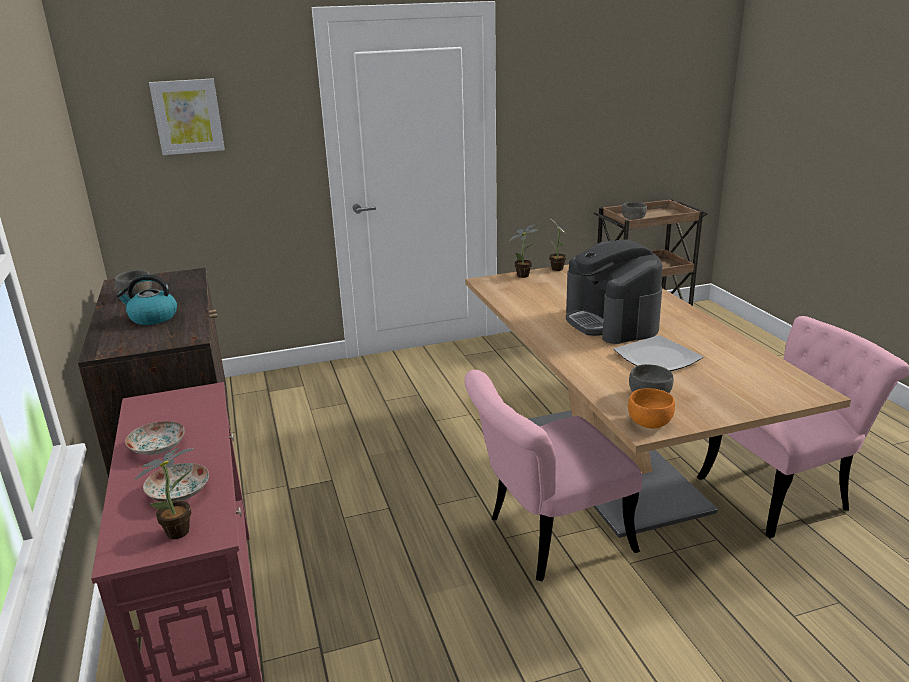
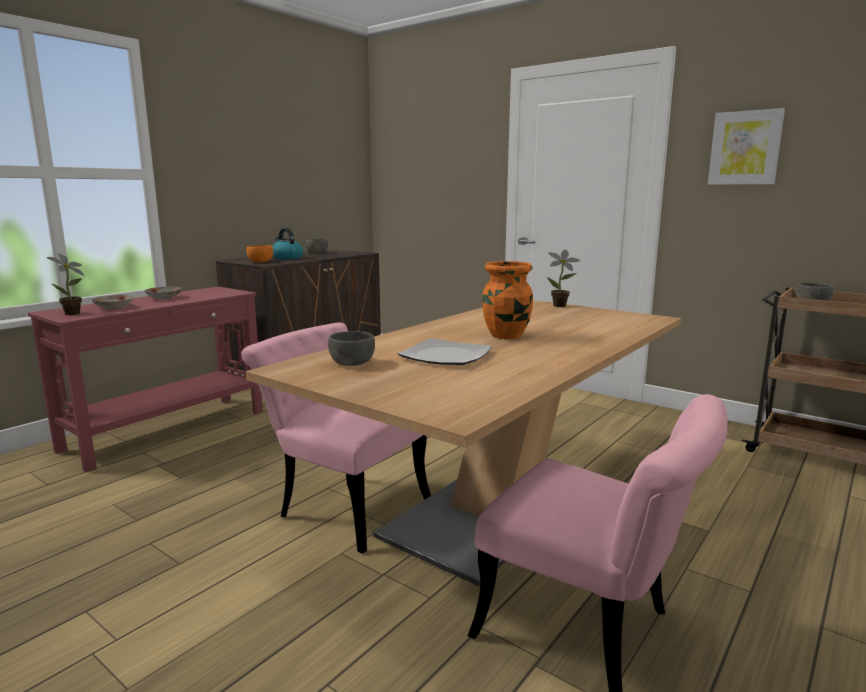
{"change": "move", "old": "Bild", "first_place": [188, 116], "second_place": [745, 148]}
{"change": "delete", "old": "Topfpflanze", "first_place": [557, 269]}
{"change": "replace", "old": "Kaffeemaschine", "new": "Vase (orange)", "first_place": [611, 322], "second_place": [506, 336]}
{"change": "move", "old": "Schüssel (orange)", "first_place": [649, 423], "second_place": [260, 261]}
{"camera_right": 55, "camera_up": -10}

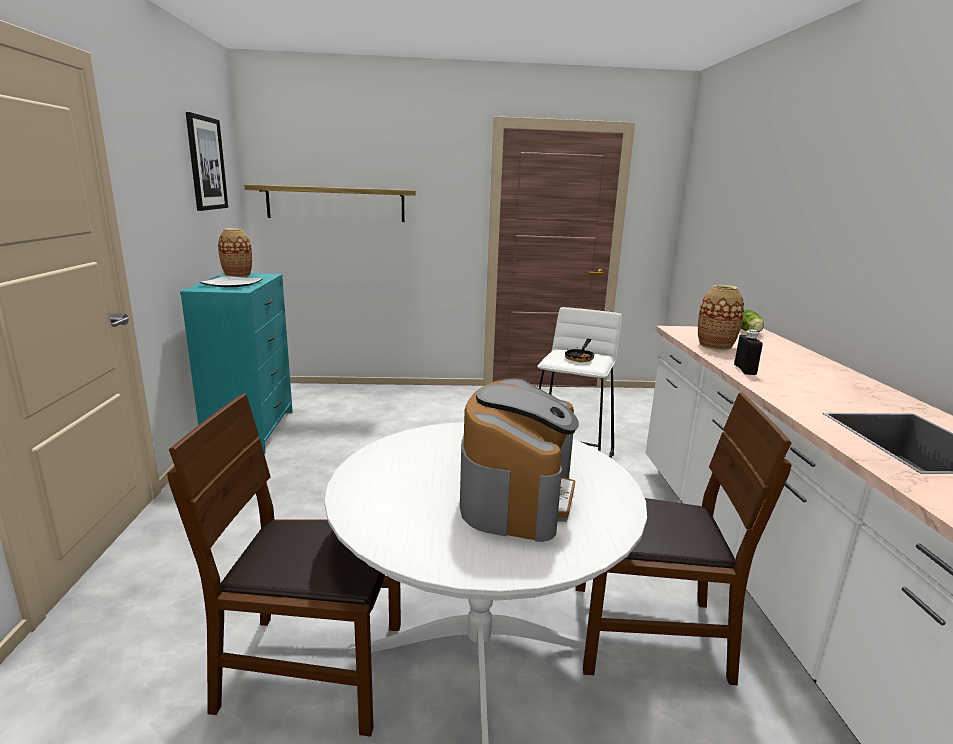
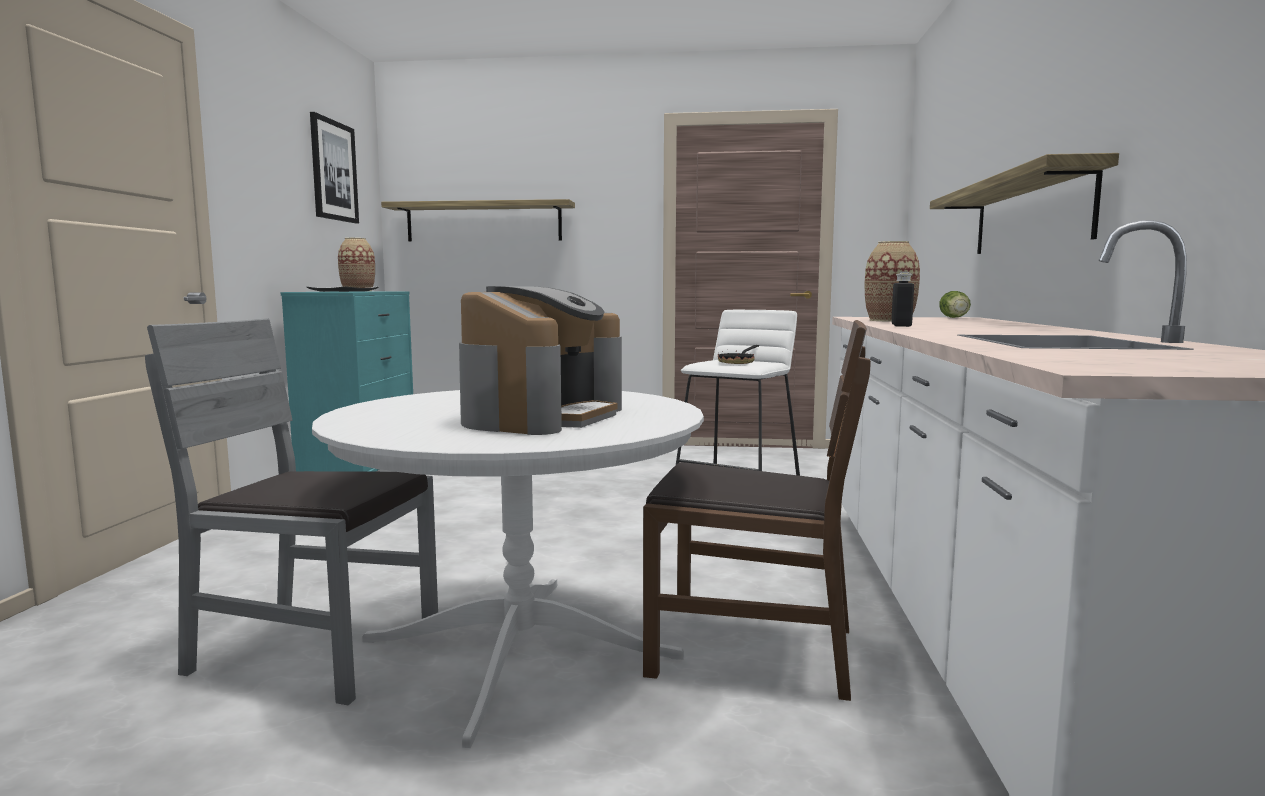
{"change": "recolor", "old": "Stuhl (braun)", "new": "Stuhl (grau)", "first_place": [313, 668], "second_place": [316, 650]}
{"change": "insert", "new": "Wandregal", "second_place": [1029, 215]}
{"camera_right": 10, "camera_up": -10}

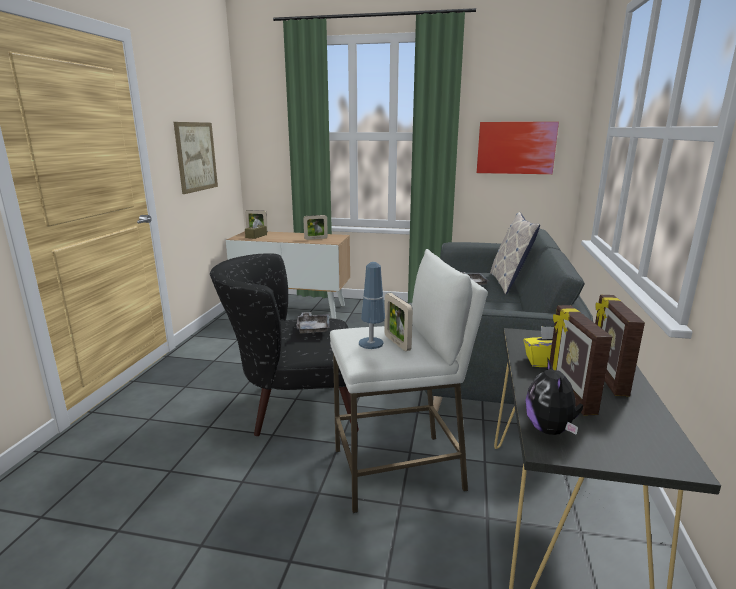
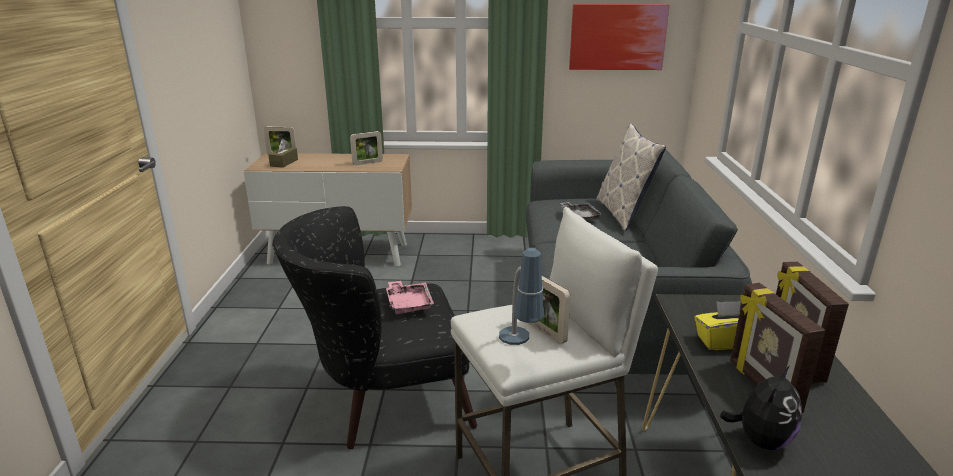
{"change": "delete", "old": "Bild", "first_place": [196, 156]}
{"change": "recolor", "old": "Tablett (grau)", "new": "Tablett (rosa)", "first_place": [313, 328], "second_place": [408, 303]}
{"change": "rotate", "old": "Plüschtier", "first_place": [550, 430], "second_place": [760, 440], "degrees": -135}
{"camera_right": -10, "camera_up": 5}

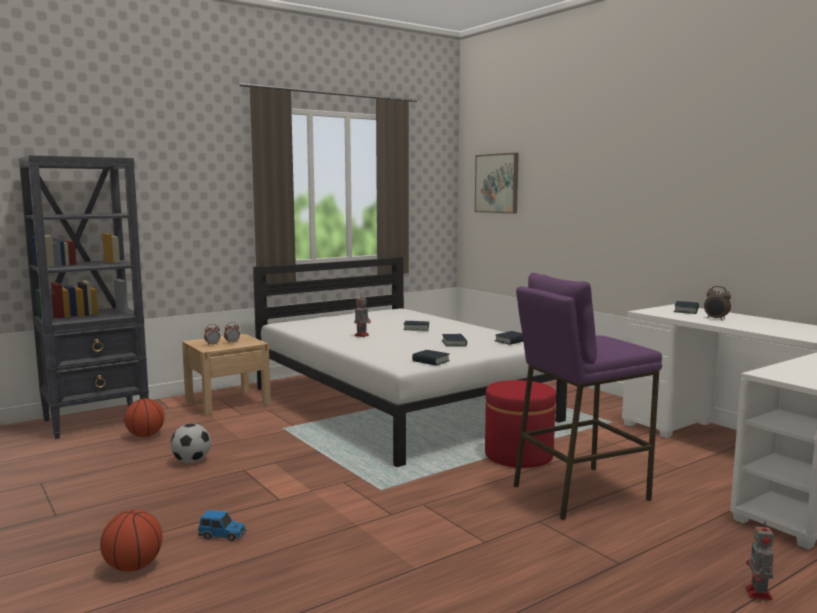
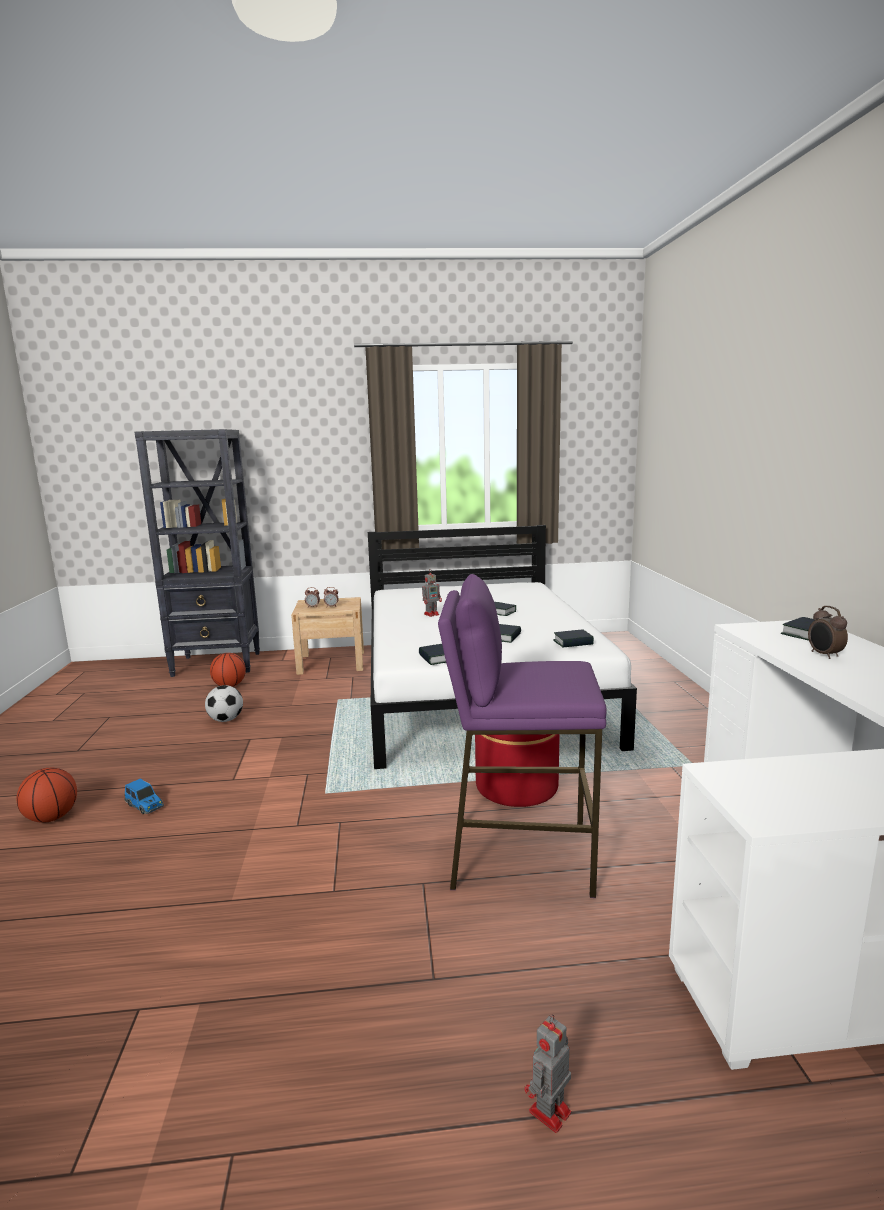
{"change": "delete", "old": "Bild", "first_place": [497, 183]}
{"camera_right": 30, "camera_up": 5}

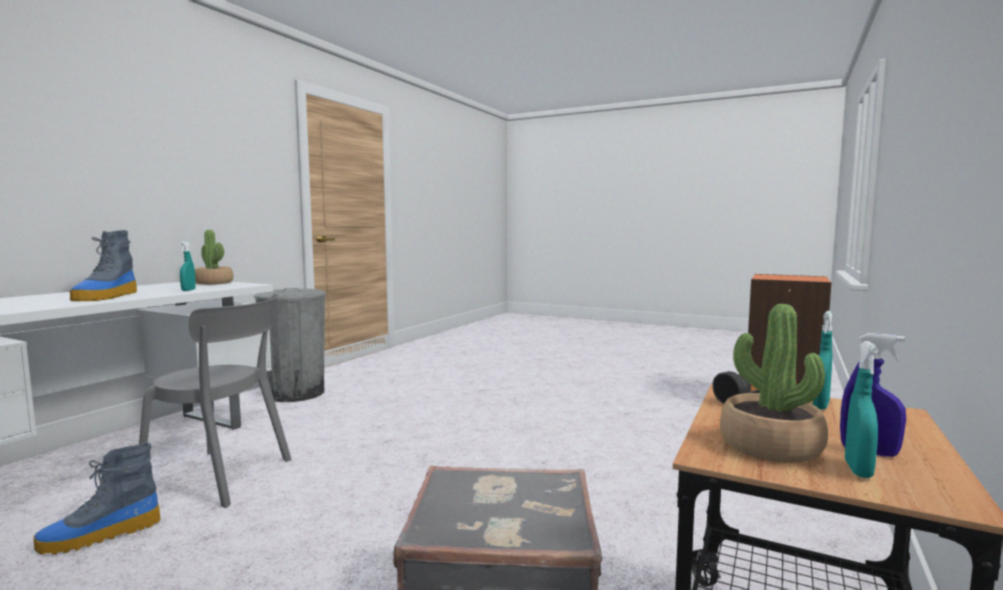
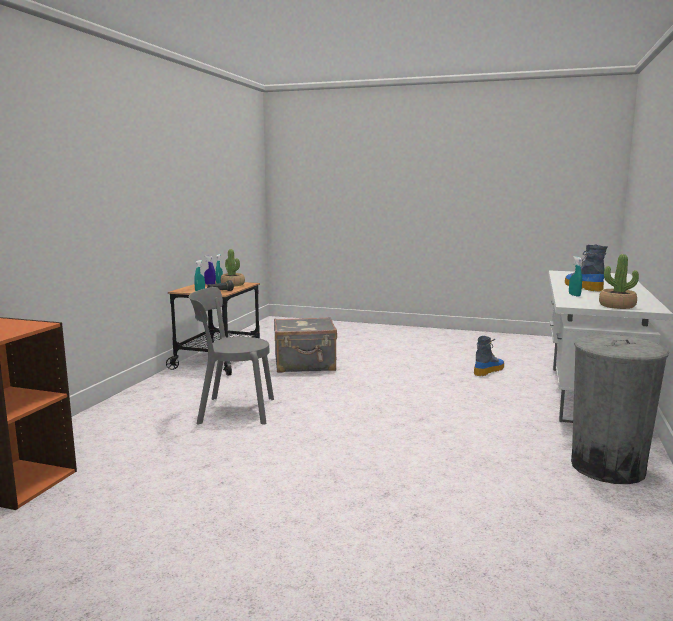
{"change": "move", "old": "Stuhl (grau)", "first_place": [224, 477], "second_place": [232, 411]}
{"camera_right": 170, "camera_up": 5}

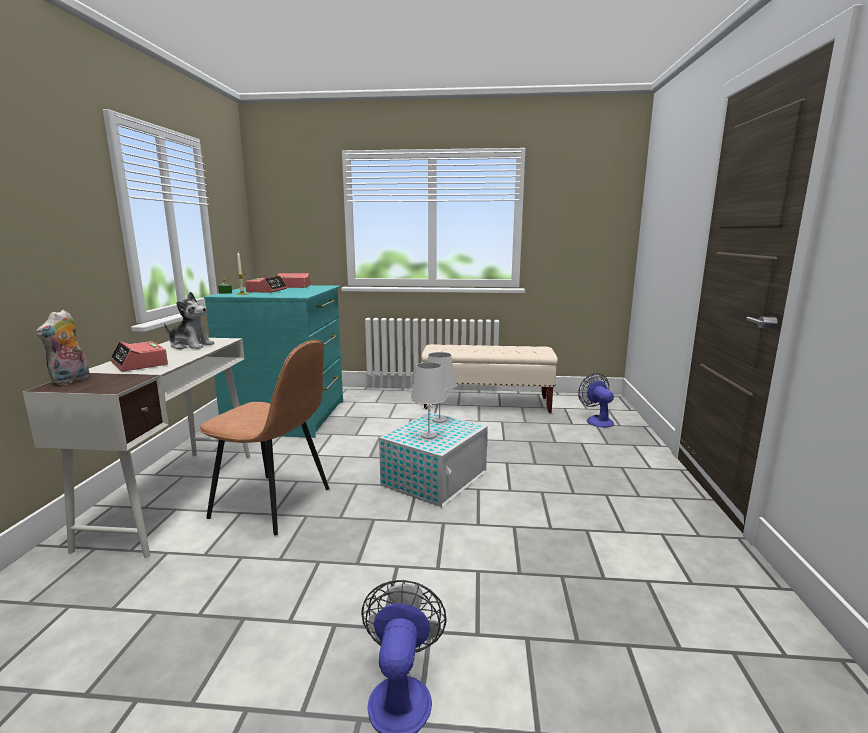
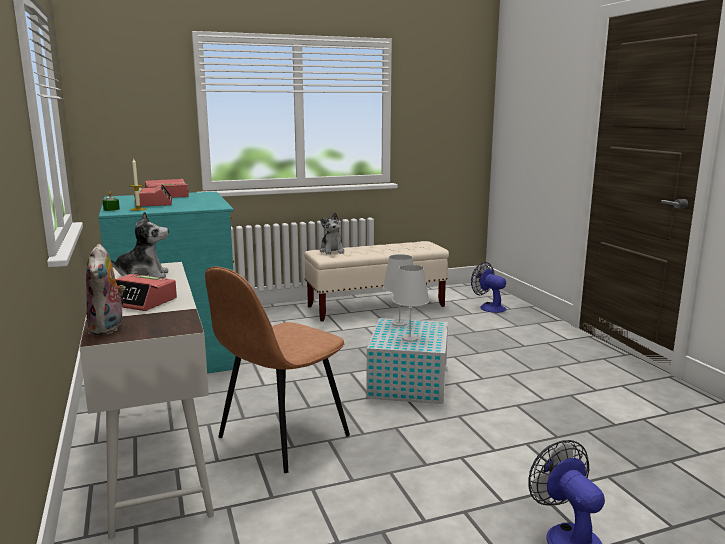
{"change": "rotate", "old": "Stuhl (braun)", "first_place": [273, 504], "second_place": [281, 438], "degrees": 135}
{"change": "insert", "new": "Plüschtier", "second_place": [332, 251]}
{"camera_right": -25, "camera_up": 0}

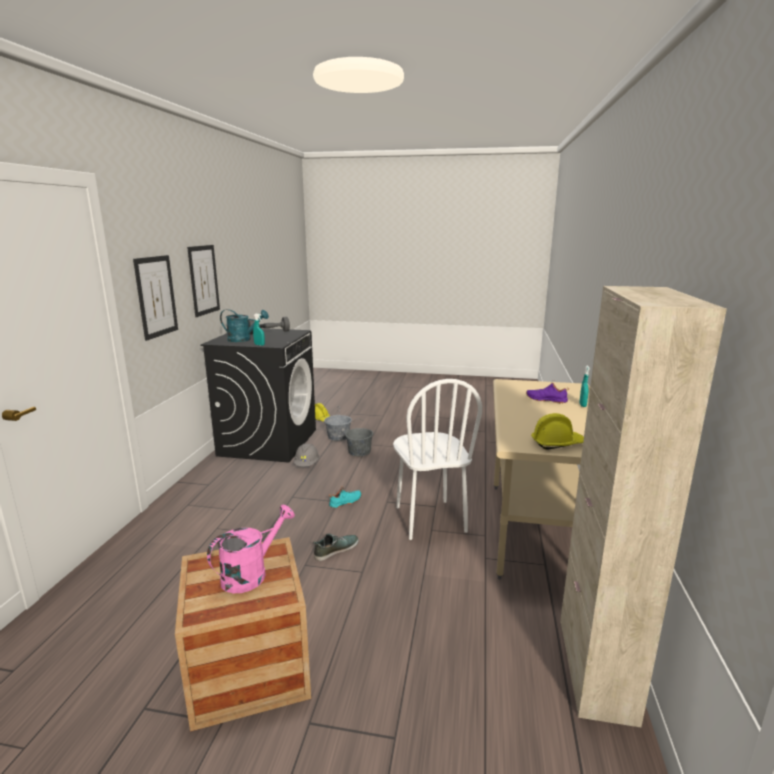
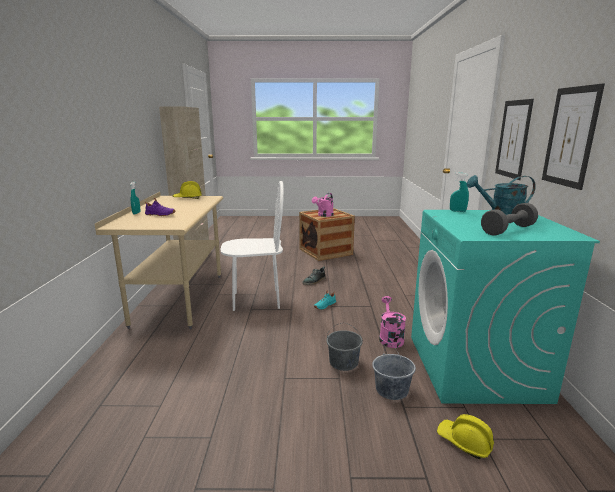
{"change": "recolor", "old": "Waschmaschine (schwarz)", "new": "Waschmaschine (türkis)", "first_place": [268, 442], "second_place": [475, 367]}
{"change": "replace", "old": "Schutzhelm (grau)", "new": "Gießkanne (rosa)", "first_place": [307, 464], "second_place": [390, 337]}
{"change": "rotate", "old": "Stuhl (weiß)", "first_place": [429, 519], "second_place": [256, 300], "degrees": 105}
{"camera_right": 170, "camera_up": 0}

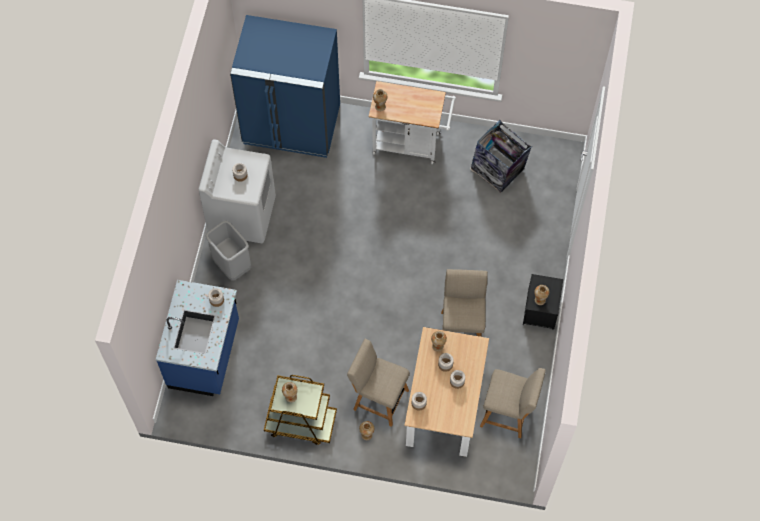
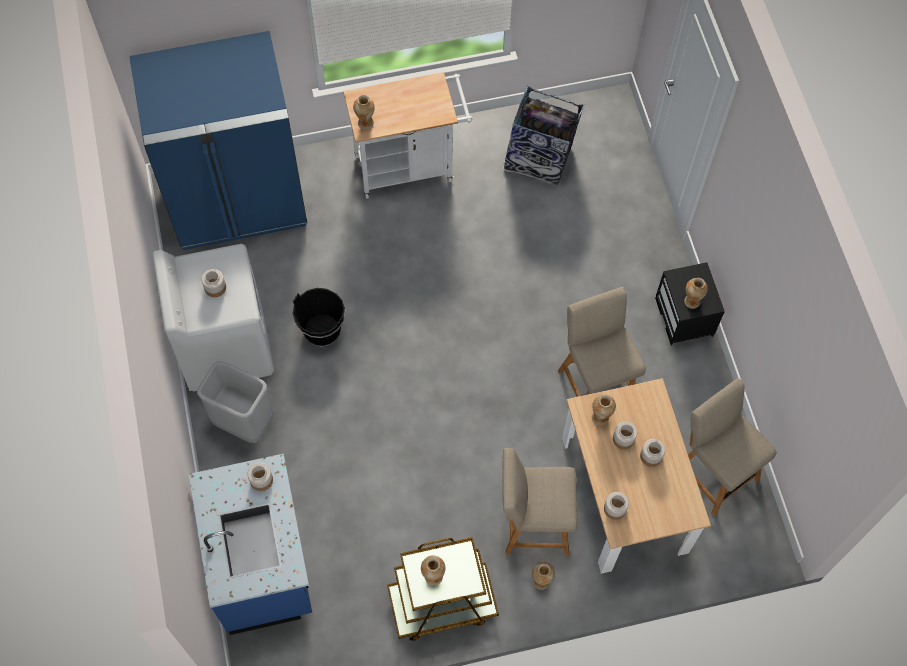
{"change": "rotate", "old": "Stuhl (beige)", "first_place": [508, 414], "second_place": [713, 471], "degrees": -120}
{"change": "insert", "new": "Eimer (schwarz)", "second_place": [322, 331]}
{"camera_right": -25, "camera_up": 0}

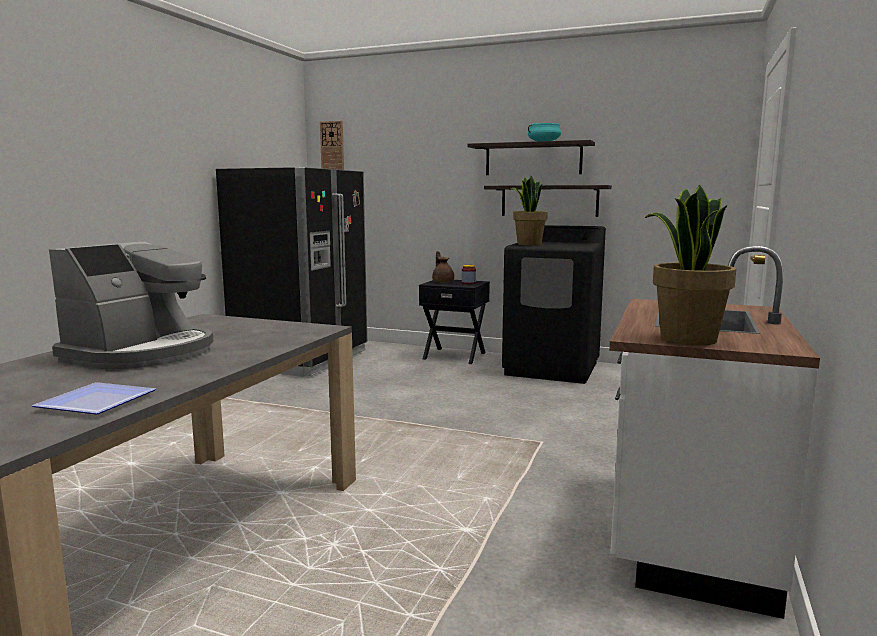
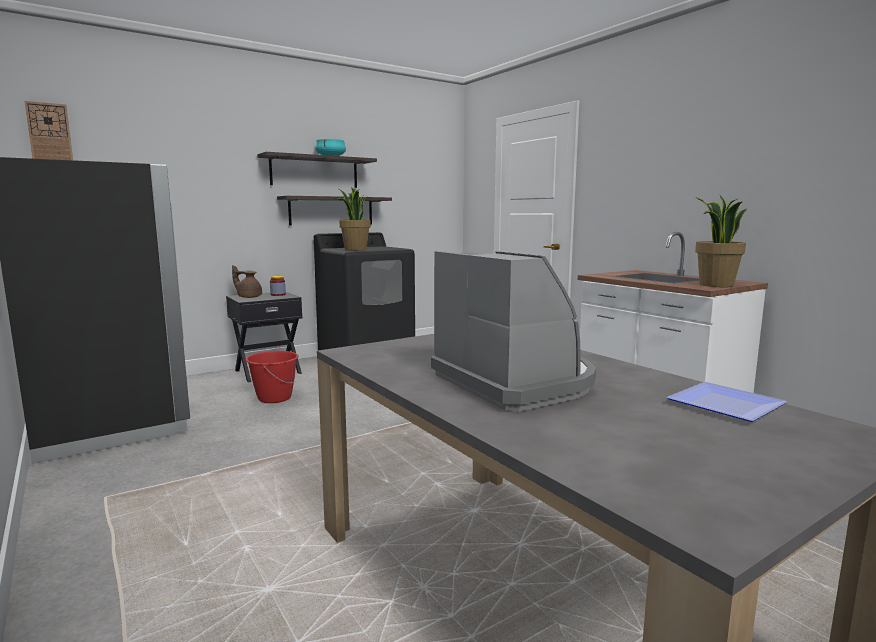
{"change": "insert", "new": "Eimer (rot)", "second_place": [274, 398]}
{"camera_right": -55, "camera_up": 0}

